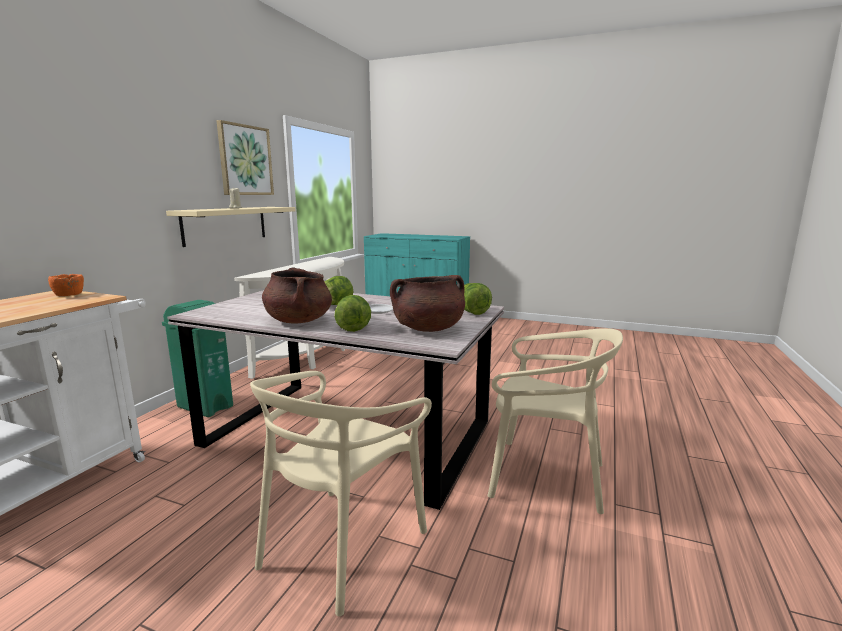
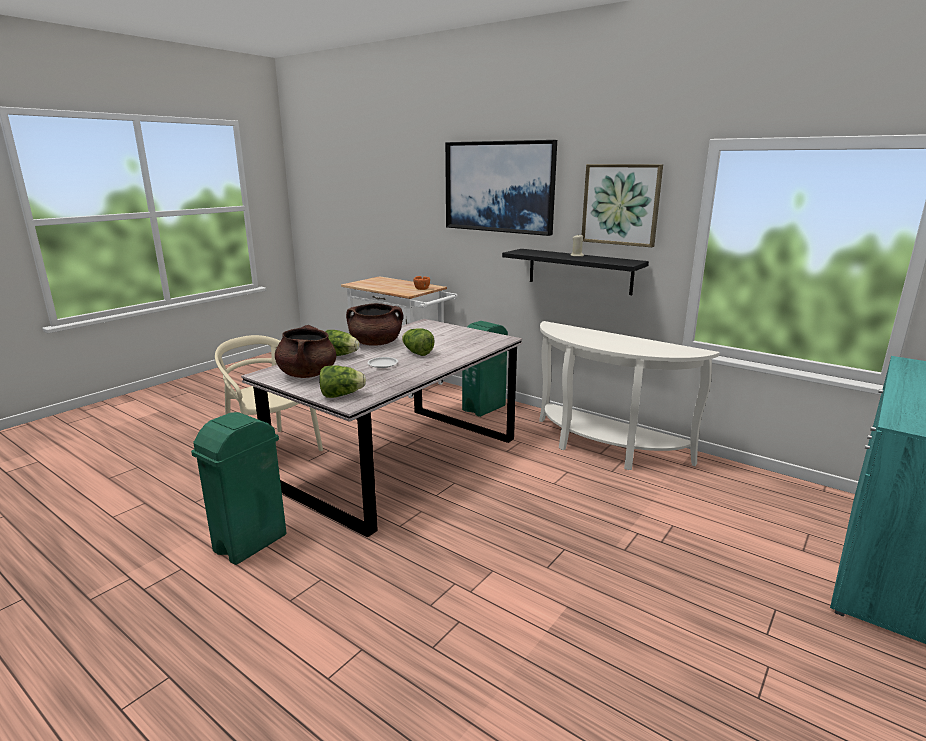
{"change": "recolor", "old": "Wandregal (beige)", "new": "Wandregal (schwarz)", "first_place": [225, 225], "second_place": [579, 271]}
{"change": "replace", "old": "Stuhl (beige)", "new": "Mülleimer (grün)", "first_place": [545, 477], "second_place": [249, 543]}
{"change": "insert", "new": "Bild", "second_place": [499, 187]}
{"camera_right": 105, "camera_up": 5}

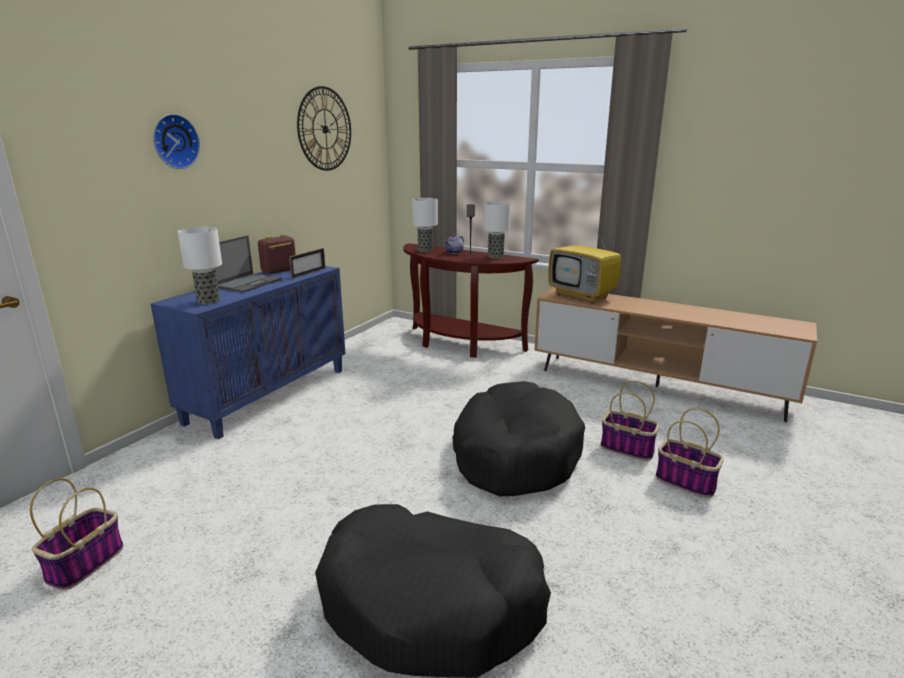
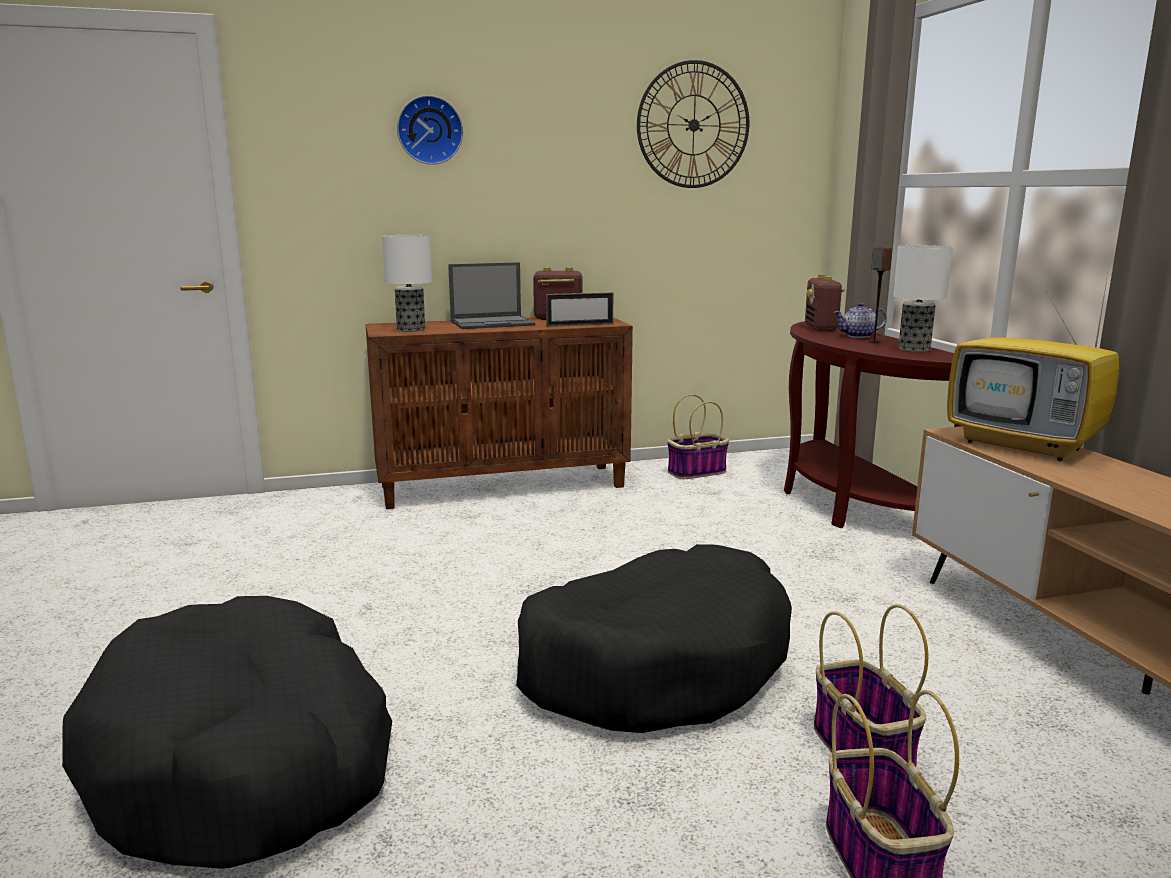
{"change": "move", "old": "Korb", "first_place": [86, 563], "second_place": [697, 472]}
{"change": "recolor", "old": "Schrank (blau)", "new": "Schrank (braun)", "first_place": [269, 394], "second_place": [503, 485]}
{"change": "replace", "old": "Tischlampe", "new": "Radio", "first_place": [426, 250], "second_place": [821, 328]}
{"change": "rotate", "old": "Fernseher", "first_place": [583, 296], "second_place": [1026, 446], "degrees": -45}
{"camera_right": 45, "camera_up": -5}

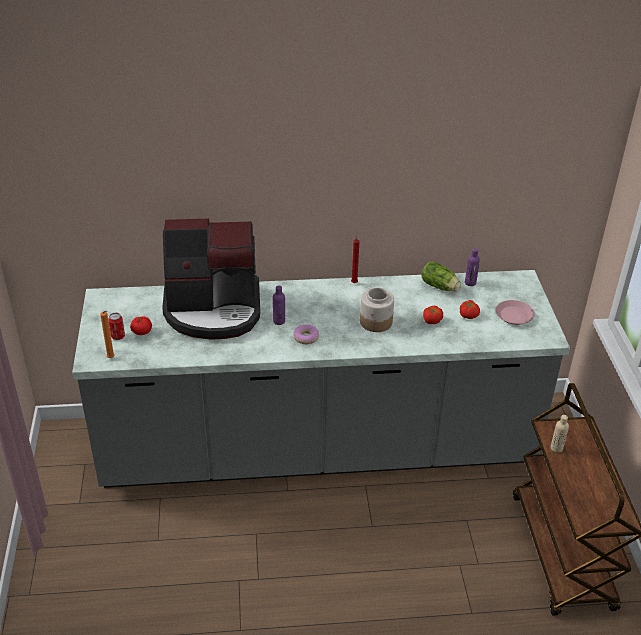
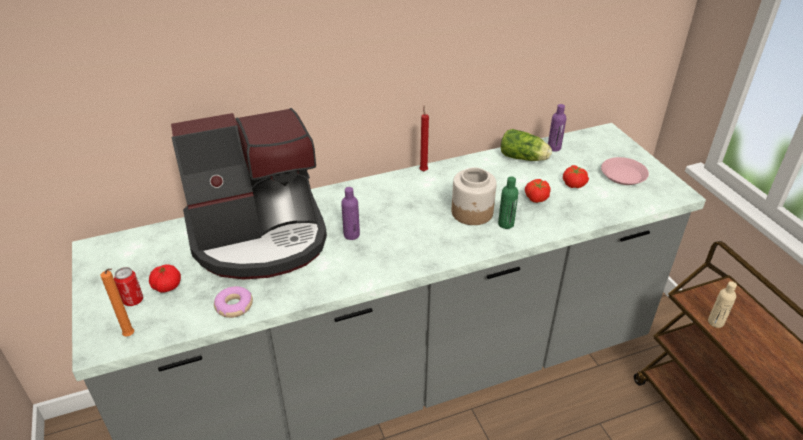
{"change": "move", "old": "Donut", "first_place": [306, 337], "second_place": [234, 306]}
{"change": "insert", "new": "Flasche (grün)", "second_place": [506, 224]}
{"camera_right": -15, "camera_up": 0}

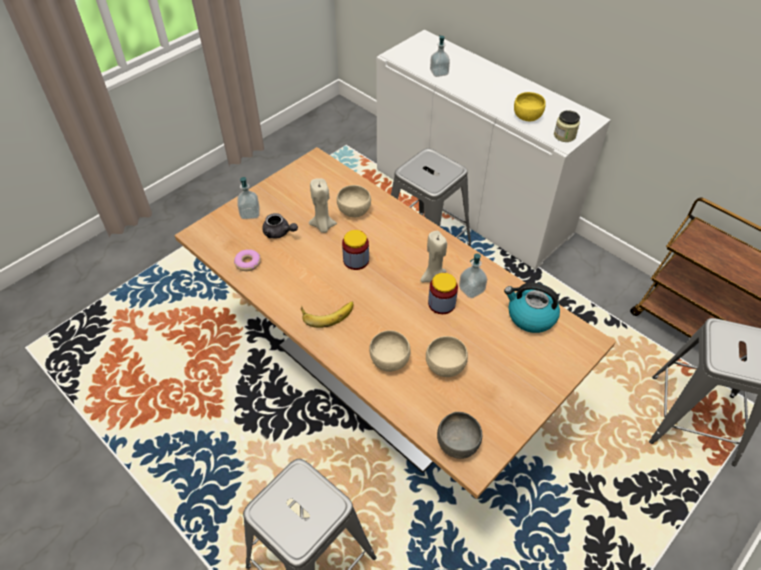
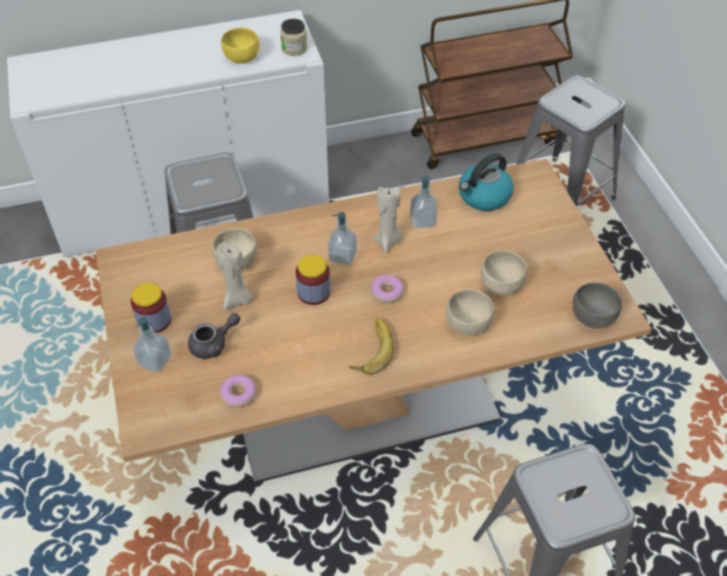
{"change": "move", "old": "Vorratsglas", "first_place": [441, 303], "second_place": [154, 320]}
{"change": "move", "old": "Seifenspender", "first_place": [439, 72], "second_place": [342, 256]}
{"change": "insert", "new": "Donut", "second_place": [386, 292]}
{"camera_right": -60, "camera_up": 0}

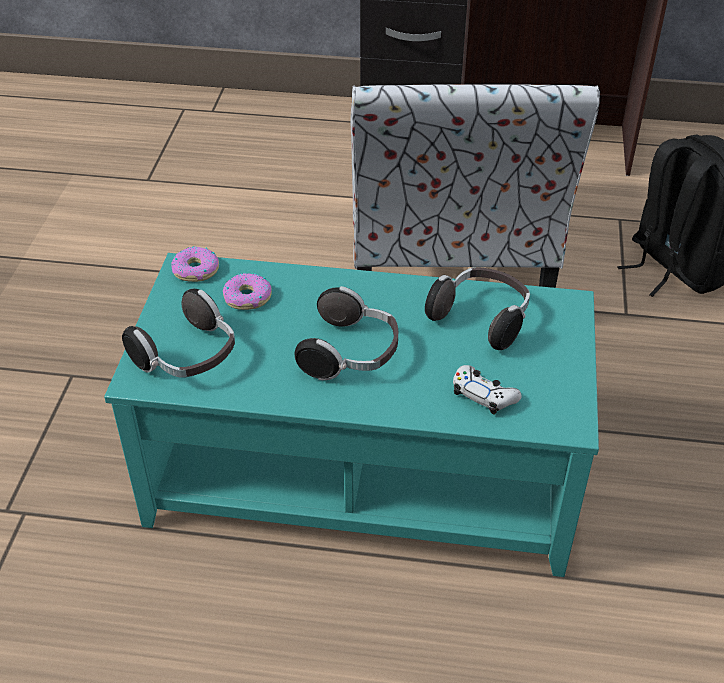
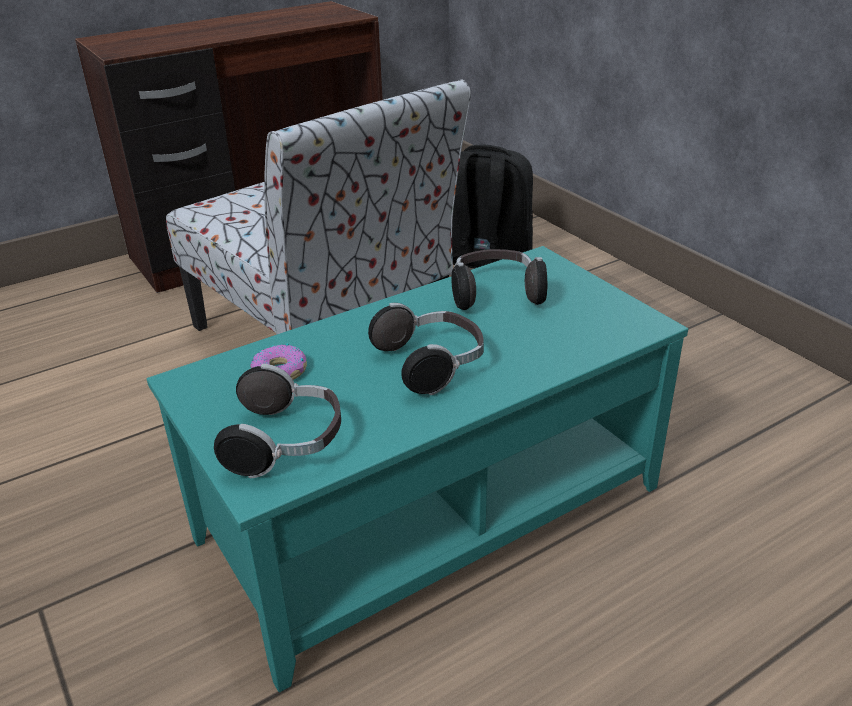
{"change": "delete", "old": "Donut", "first_place": [195, 270]}
{"change": "delete", "old": "Gamepad (weiß)", "first_place": [484, 395]}
{"camera_right": -40, "camera_up": -10}

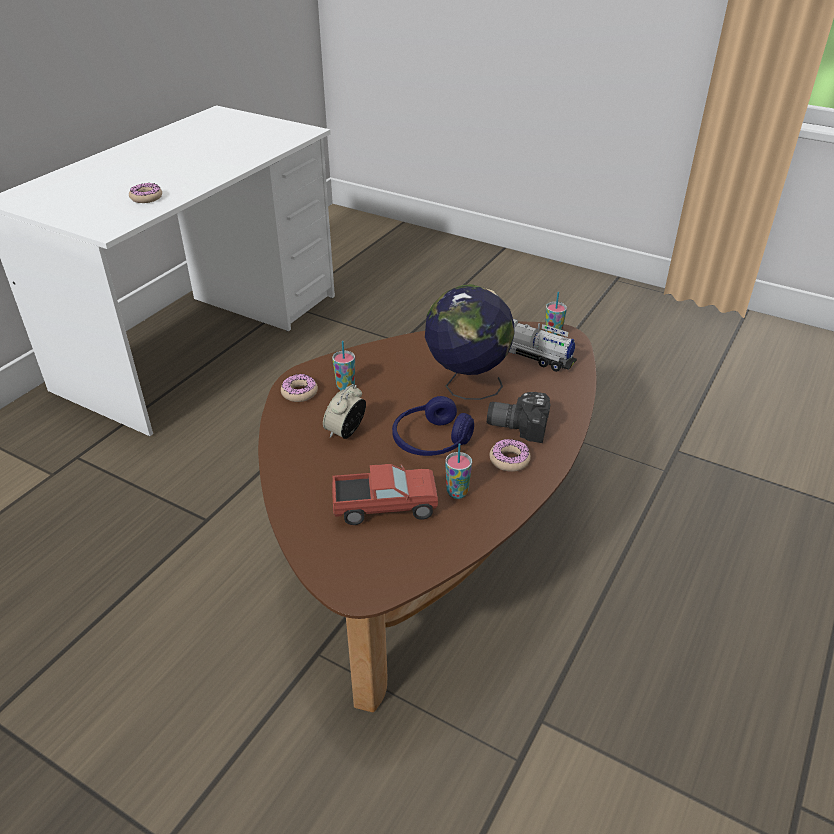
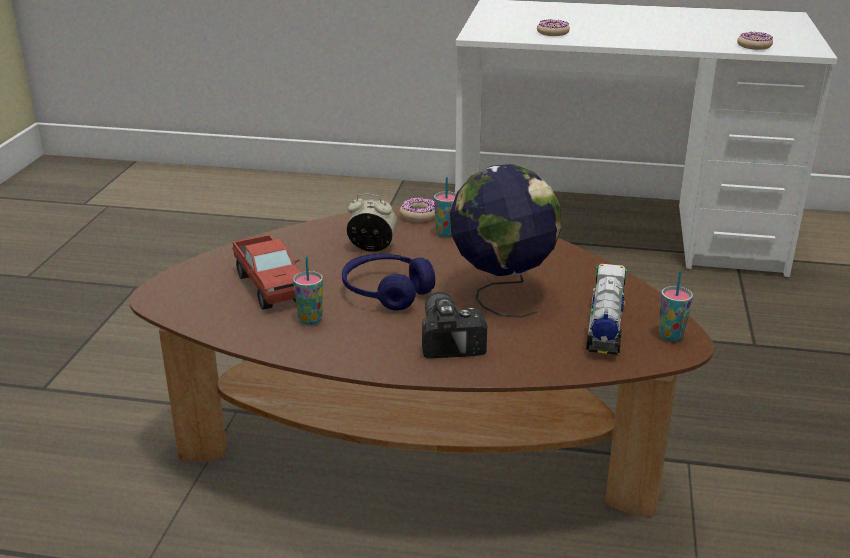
{"change": "move", "old": "Donut", "first_place": [509, 460], "second_place": [754, 46]}
{"camera_right": 70, "camera_up": -10}

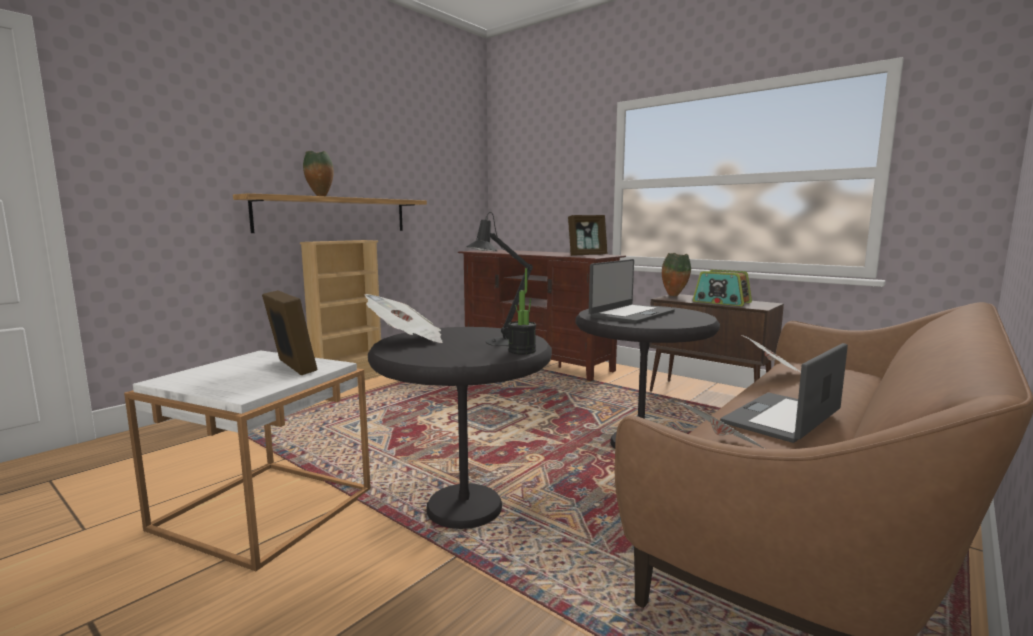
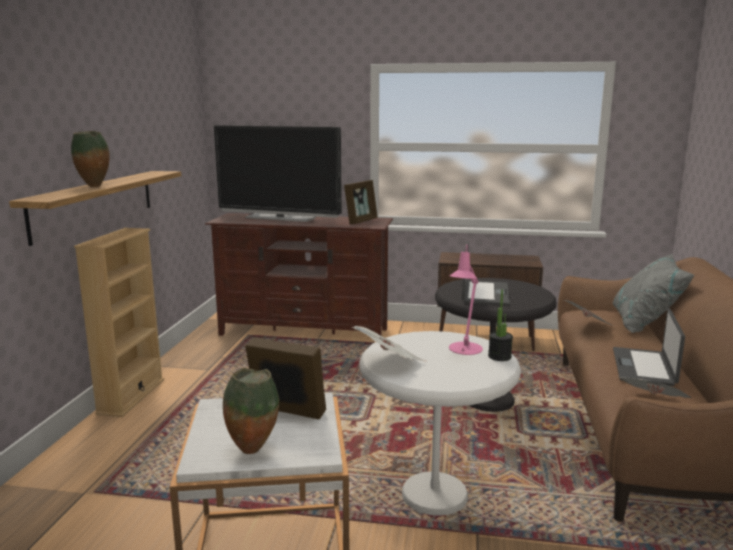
{"change": "recolor", "old": "Beistelltisch (schwarz)", "new": "Beistelltisch (weiß)", "first_place": [464, 509], "second_place": [434, 496]}
{"change": "recolor", "old": "Tischlampe (schwarz)", "new": "Tischlampe (rosa)", "first_place": [499, 342], "second_place": [464, 350]}
{"change": "move", "old": "Vase", "first_place": [674, 296], "second_place": [253, 450]}
{"change": "delete", "old": "Radio", "first_place": [721, 302]}
{"change": "insert", "new": "Fernseher", "second_place": [280, 218]}
{"change": "insert", "new": "Kissen (grau)", "second_place": [645, 323]}
{"camera_right": -30, "camera_up": 5}

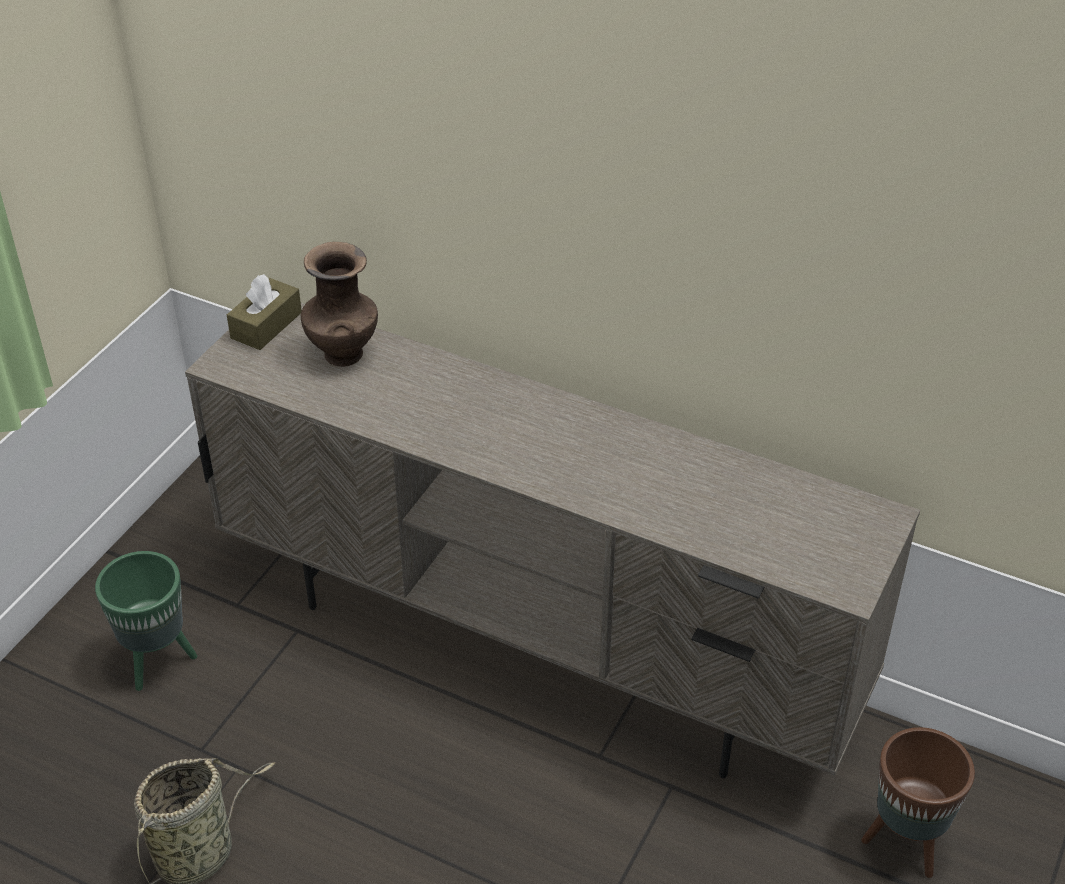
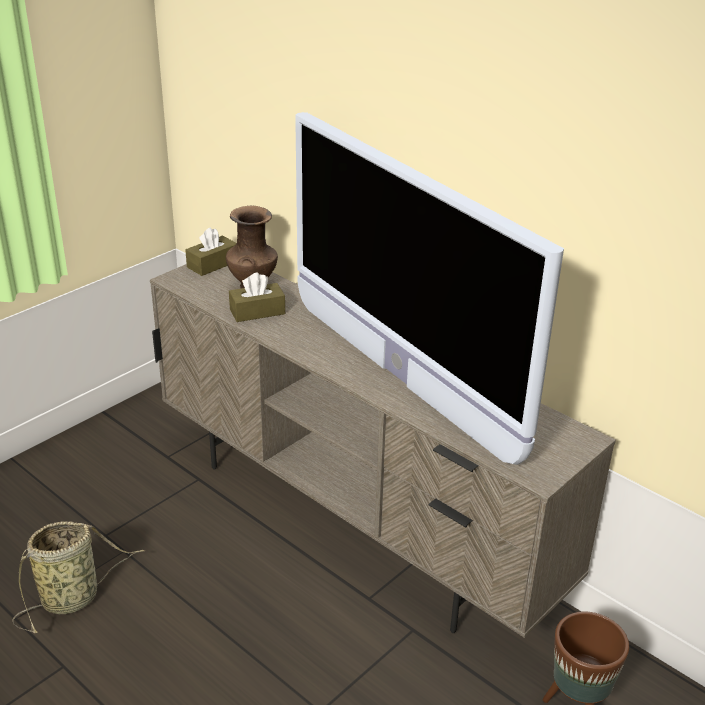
{"change": "delete", "old": "Pflanzkübel (grün)", "first_place": [158, 661]}
{"change": "insert", "new": "Taschentuchbox (braun)", "second_place": [257, 311]}
{"change": "insert", "new": "Fernseher", "second_place": [400, 377]}
{"camera_right": 15, "camera_up": -10}

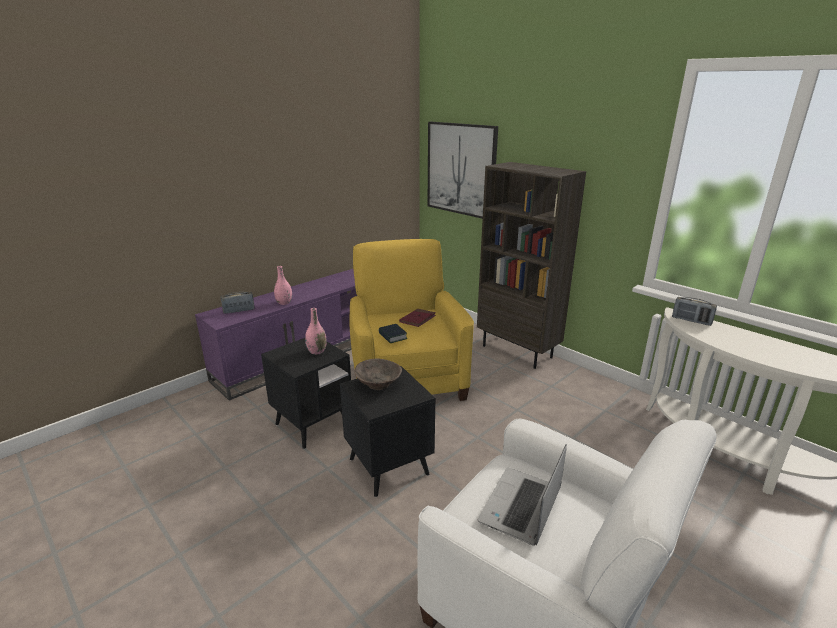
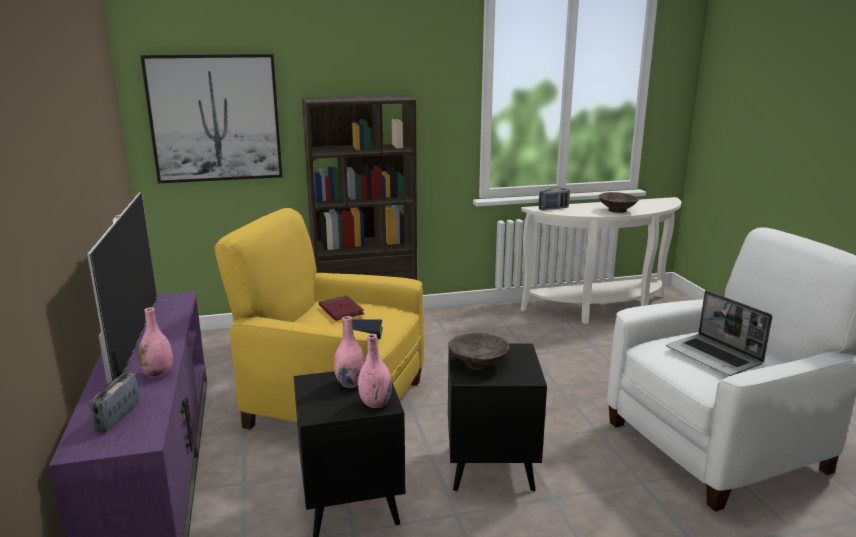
{"change": "insert", "new": "Fernseher", "second_place": [136, 339]}
{"change": "insert", "new": "Vase (rosa)", "second_place": [375, 403]}
{"change": "insert", "new": "Schüssel (braun)", "second_place": [616, 210]}
{"camera_right": -60, "camera_up": -5}

